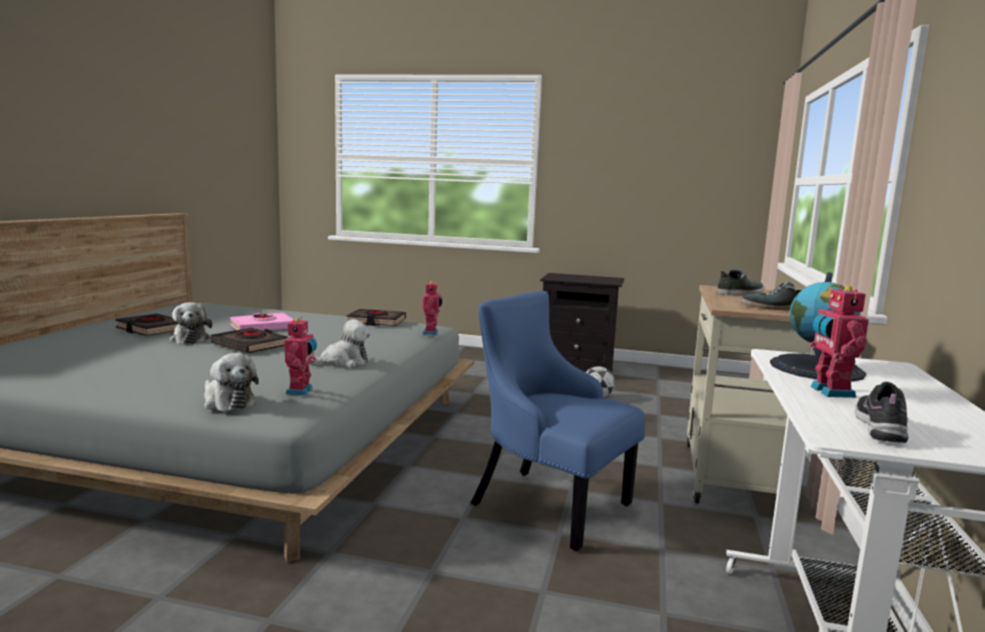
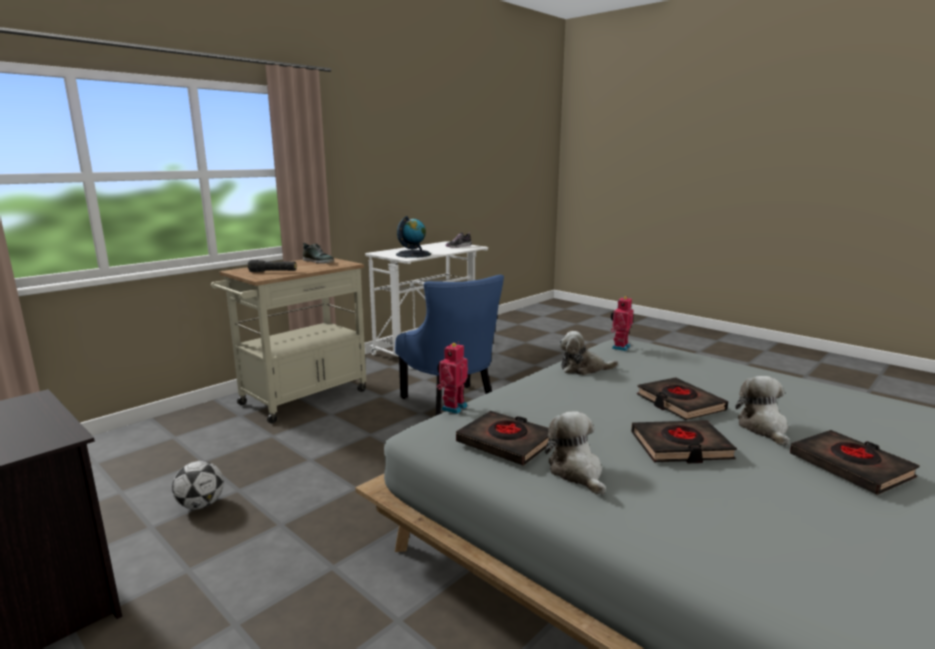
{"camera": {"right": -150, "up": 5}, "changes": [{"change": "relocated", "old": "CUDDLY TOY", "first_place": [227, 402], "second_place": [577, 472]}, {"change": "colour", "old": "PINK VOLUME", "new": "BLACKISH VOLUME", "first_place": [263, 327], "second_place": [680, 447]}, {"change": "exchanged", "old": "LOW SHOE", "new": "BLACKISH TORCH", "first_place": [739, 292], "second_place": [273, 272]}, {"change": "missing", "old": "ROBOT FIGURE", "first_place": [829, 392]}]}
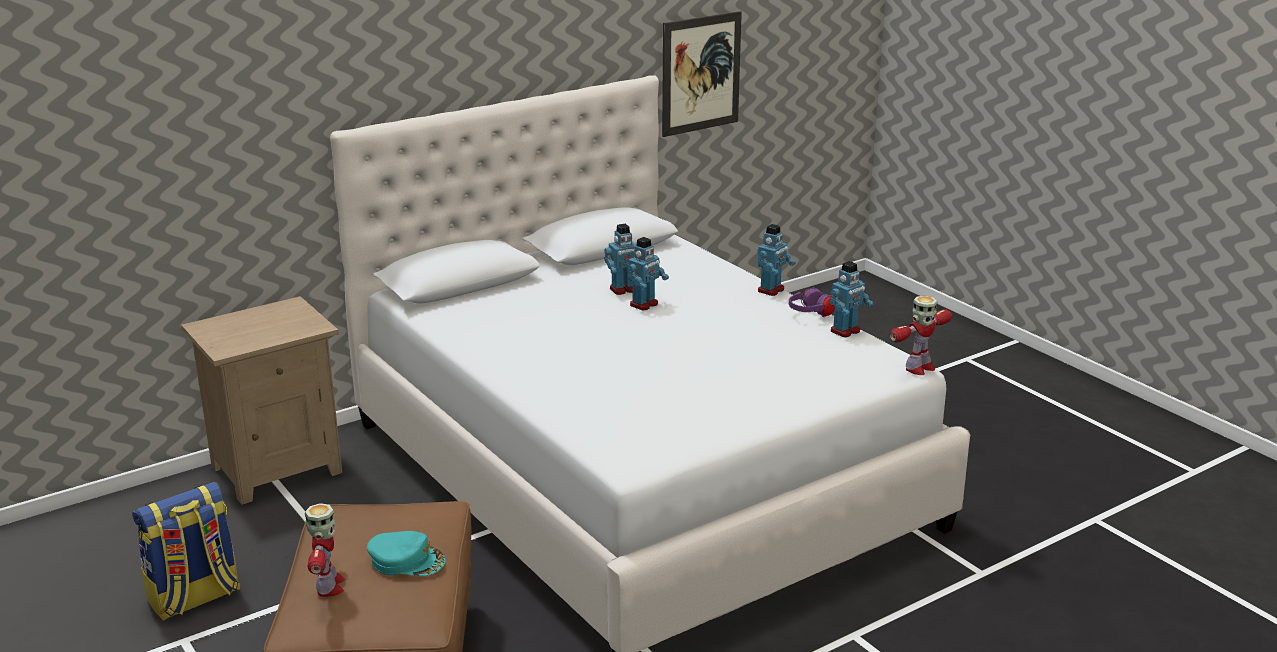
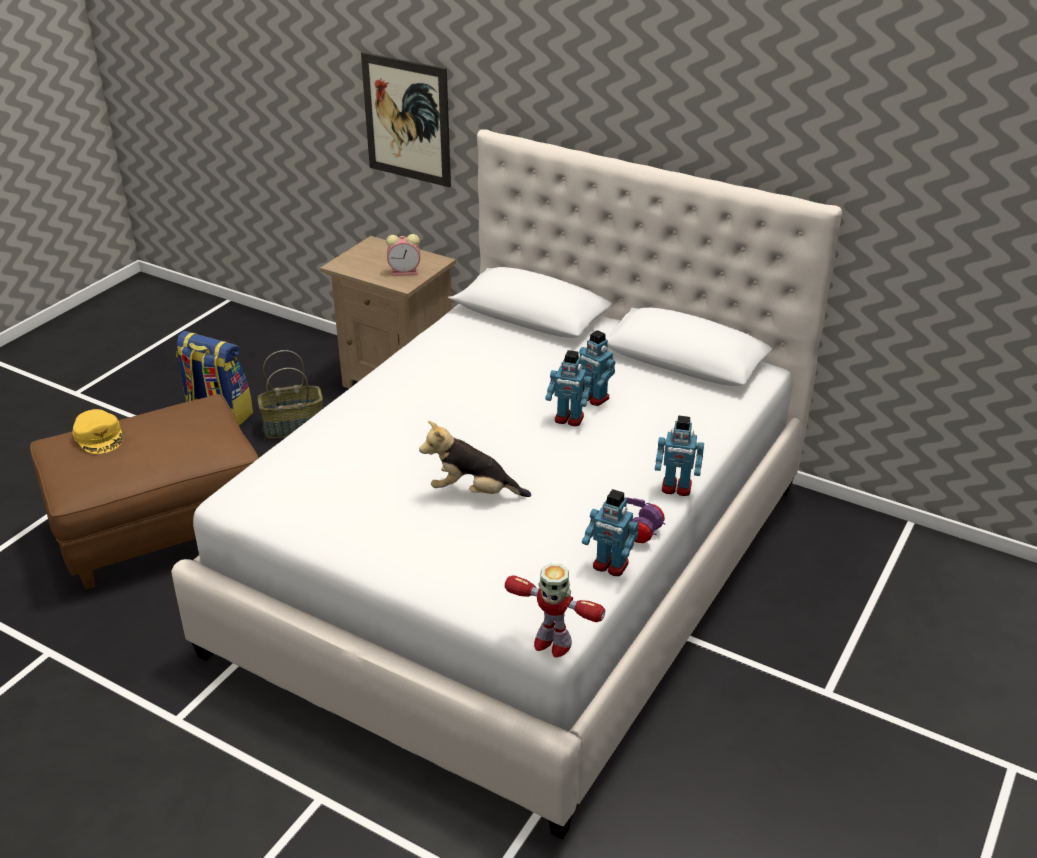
{"camera": {"right": 65, "up": 10}, "changes": [{"change": "exchanged", "old": "ROBOT FIGURE", "new": "YELLOWISH CAP", "first_place": [329, 586], "second_place": [99, 436]}, {"change": "missing", "old": "TURQUOISE CAP", "first_place": [407, 560]}, {"change": "relocated", "old": "WALL ART", "first_place": [701, 73], "second_place": [407, 120]}, {"change": "appeared", "new": "HOUSEHOLD BASKET", "second_place": [294, 426]}, {"change": "appeared", "new": "ALARM CLOCK", "second_place": [405, 272]}, {"change": "appeared", "new": "CUDDLY TOY", "second_place": [473, 492]}]}
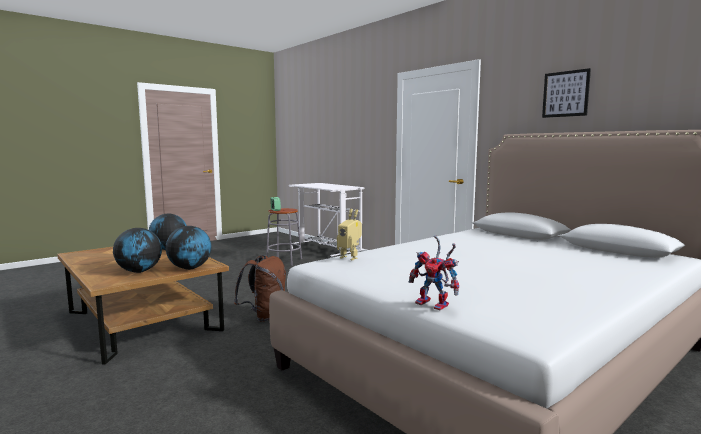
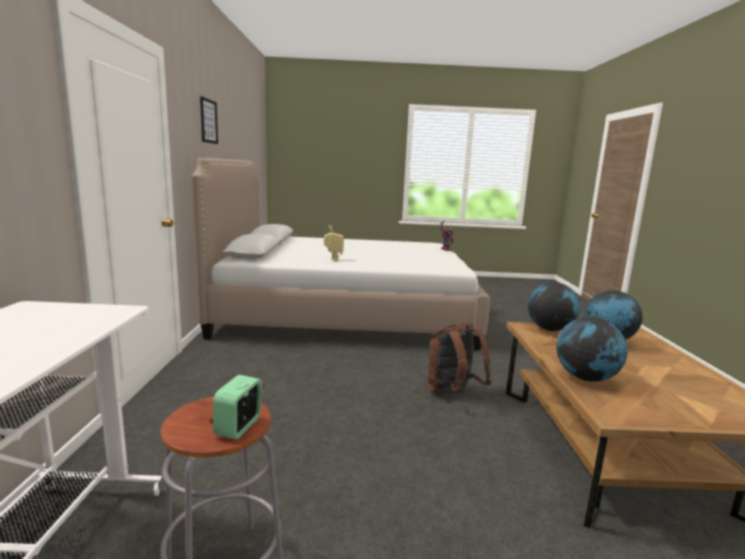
{"camera": {"right": -140, "up": 5}, "changes": [{"change": "relocated", "old": "ROBOT FIGURE", "first_place": [350, 257], "second_place": [333, 260]}]}
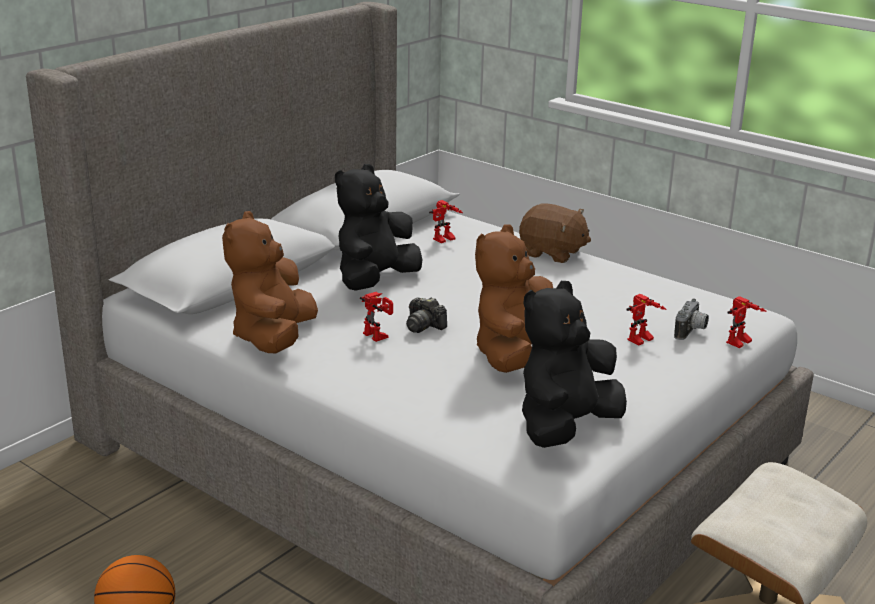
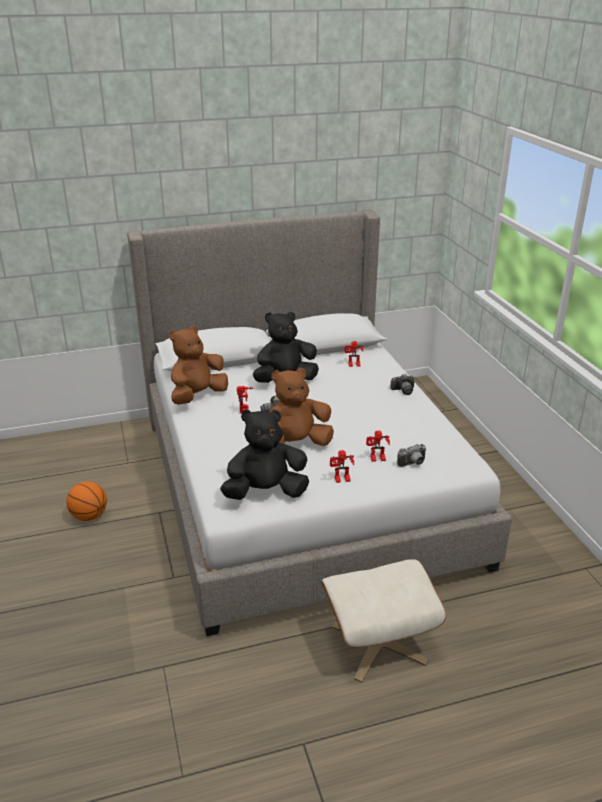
{"camera": {"right": 35, "up": 5}, "changes": [{"change": "exchanged", "old": "BROWN CUDDLY TOY", "new": "PHOTO CAMERA", "first_place": [552, 253], "second_place": [403, 390]}, {"change": "relocated", "old": "ROBOT FIGURE", "first_place": [740, 343], "second_place": [341, 480]}]}
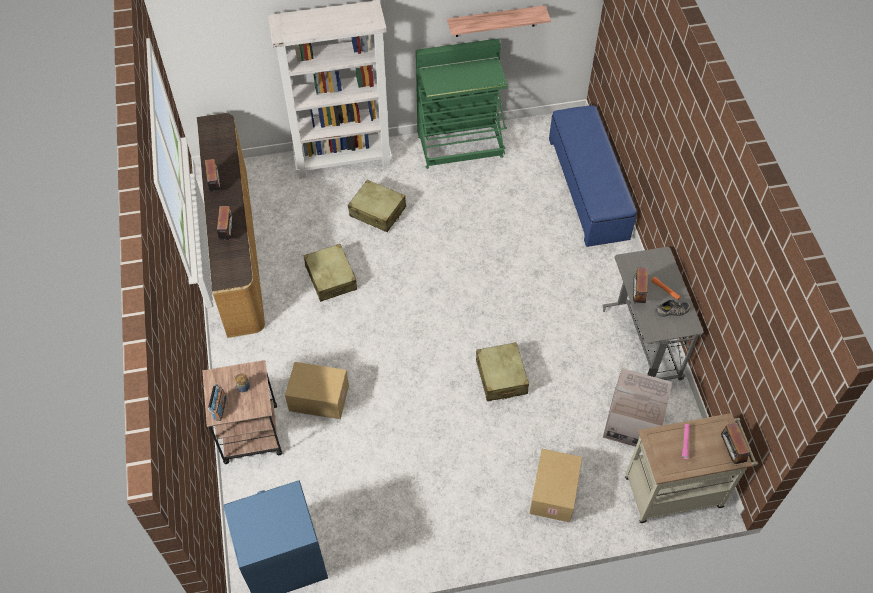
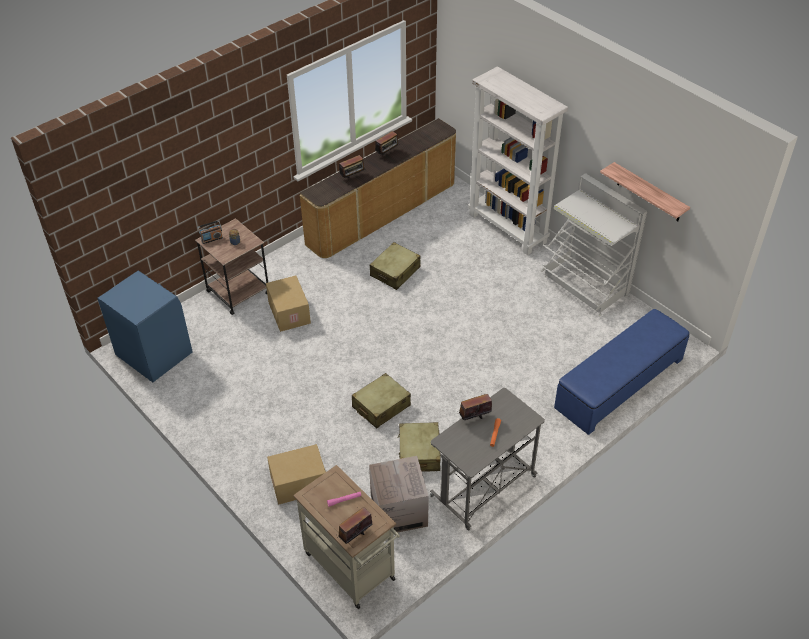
{"camera": {"right": 60, "up": -10}, "changes": [{"change": "relocated", "old": "SAND-COLOURED PIECE OF LUGGAGE", "first_place": [378, 212], "second_place": [419, 453]}, {"change": "colour", "old": "GREEN-COLOURED SHOE SHELF", "new": "WHITE SHOE SHELF", "first_place": [461, 149], "second_place": [583, 287]}, {"change": "missing", "old": "LOW SHOE", "first_place": [672, 311]}]}
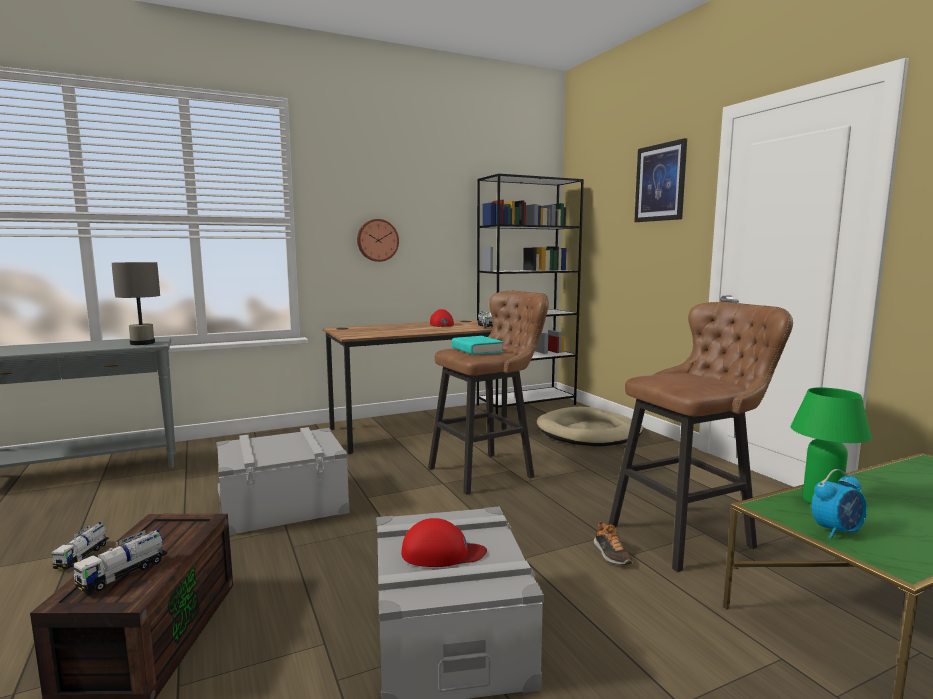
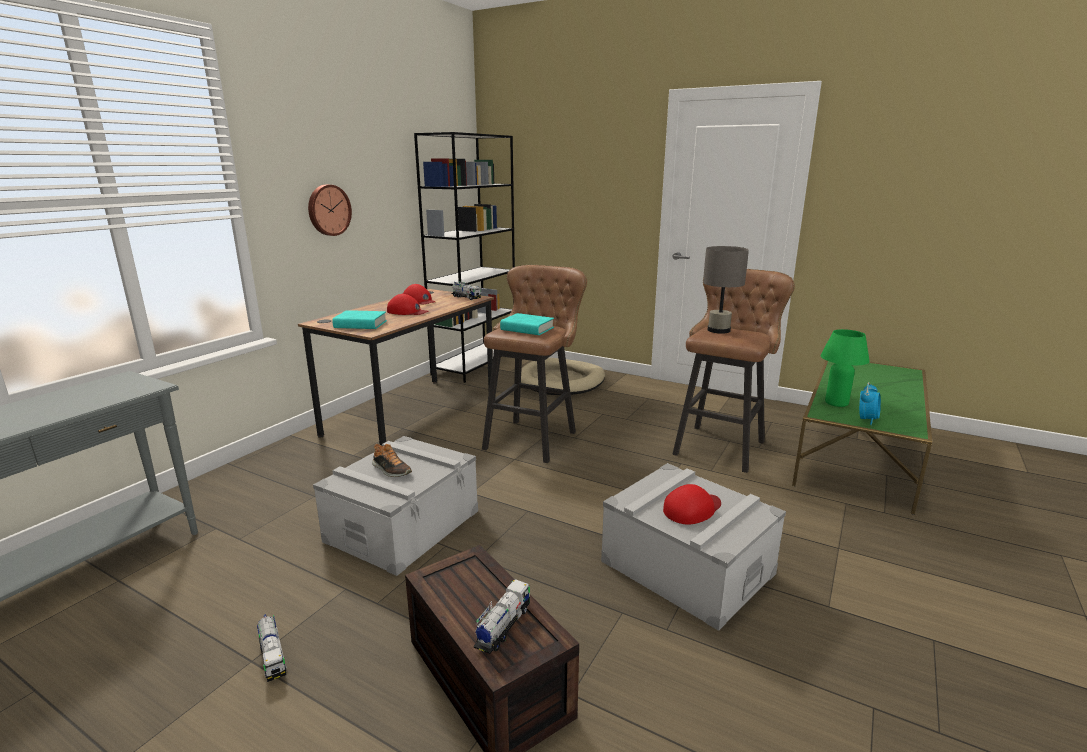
{"camera": {"right": -35, "up": 10}, "changes": [{"change": "spun", "old": "TOY TRUCK", "first_place": [123, 574], "second_place": [503, 627], "degrees": -150}, {"change": "relocated", "old": "GREYISH LAMP FOR A TABLE", "first_place": [143, 343], "second_place": [719, 330]}, {"change": "relocated", "old": "LOW SHOE", "first_place": [611, 554], "second_place": [391, 470]}, {"change": "missing", "old": "WALL ART", "first_place": [660, 182]}, {"change": "appeared", "new": "TURQUOISE VOLUME", "second_place": [360, 324]}, {"change": "appeared", "new": "RED CAP", "second_place": [407, 311]}]}
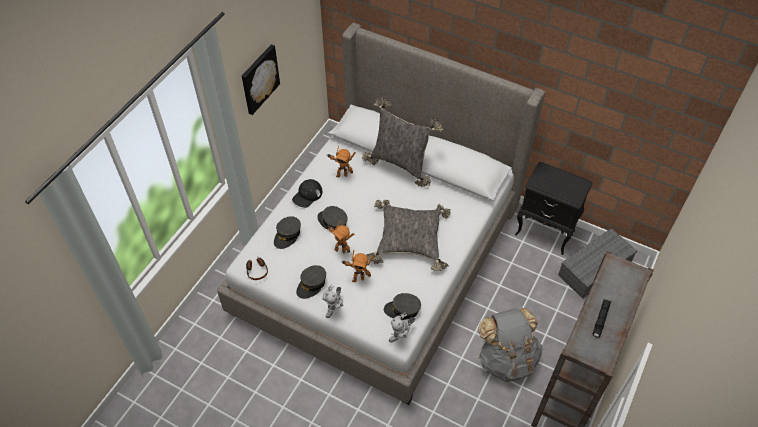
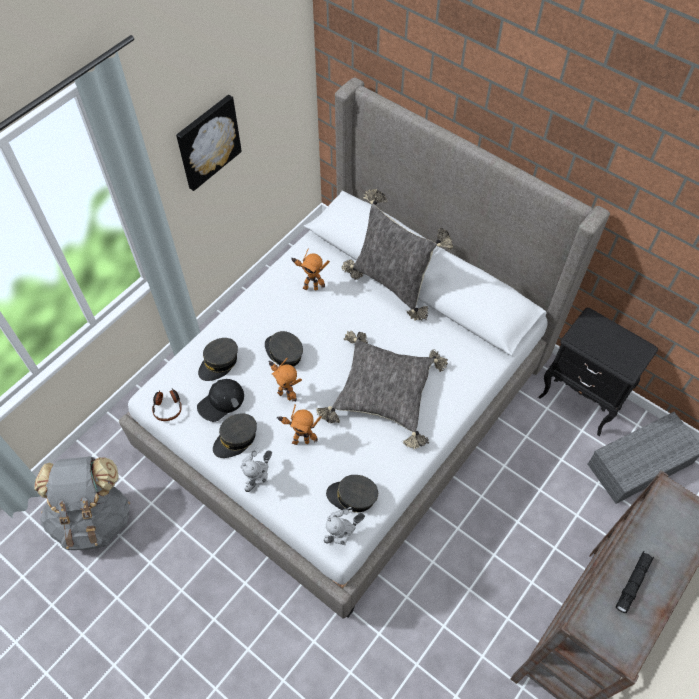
{"camera": {"right": 10, "up": 5}, "changes": [{"change": "relocated", "old": "BLACKISH CAP", "first_place": [307, 195], "second_place": [221, 401]}, {"change": "relocated", "old": "GREYISH BACKPACK", "first_place": [507, 359], "second_place": [93, 518]}]}
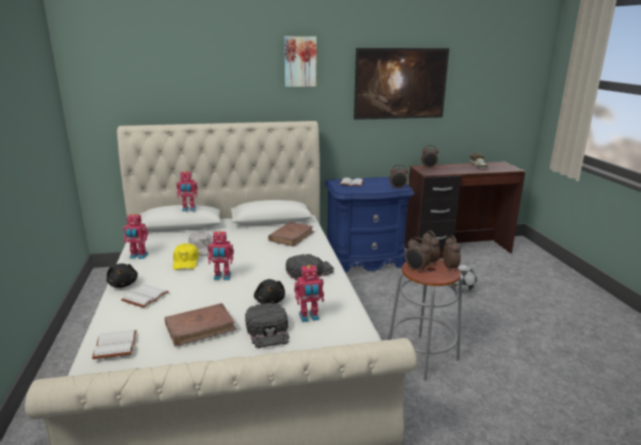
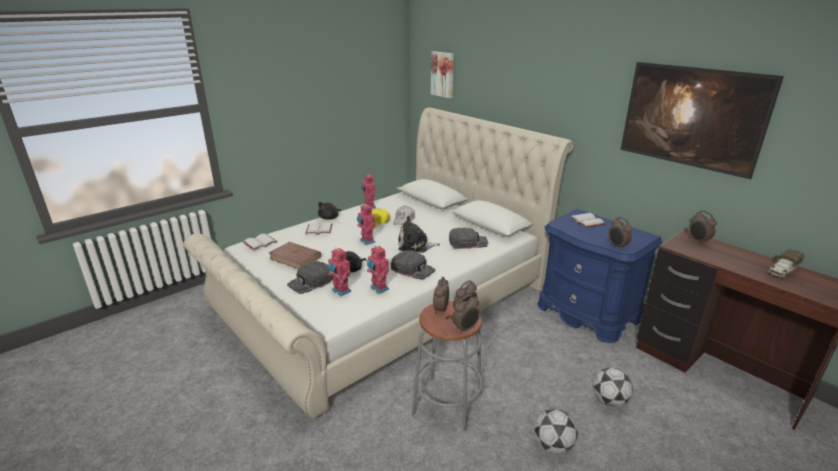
{"camera": {"right": 60, "up": 5}, "changes": [{"change": "relocated", "old": "ROBOT FIGURE", "first_place": [189, 209], "second_place": [378, 289]}, {"change": "exchanged", "old": "BROWN VOLUME", "new": "BLACKISH CAP", "first_place": [291, 236], "second_place": [468, 242]}, {"change": "relocated", "old": "WALL ART", "first_place": [300, 61], "second_place": [443, 74]}, {"change": "appeared", "new": "CUDDLY TOY", "second_place": [415, 246]}, {"change": "appeared", "new": "FOOTBALL", "second_place": [553, 446]}]}
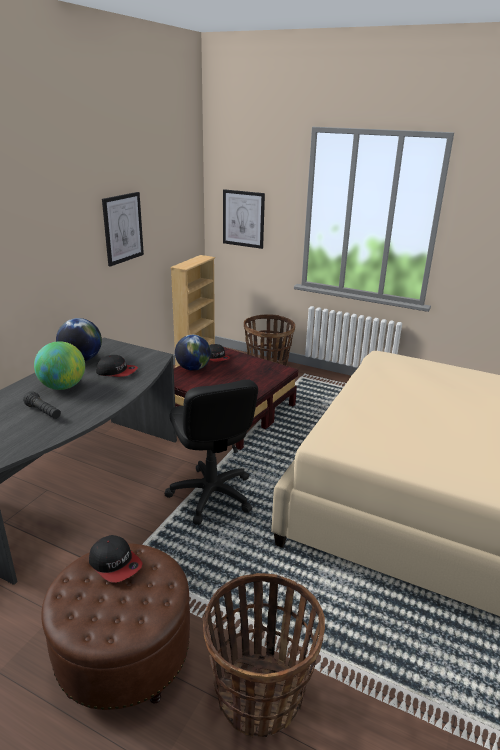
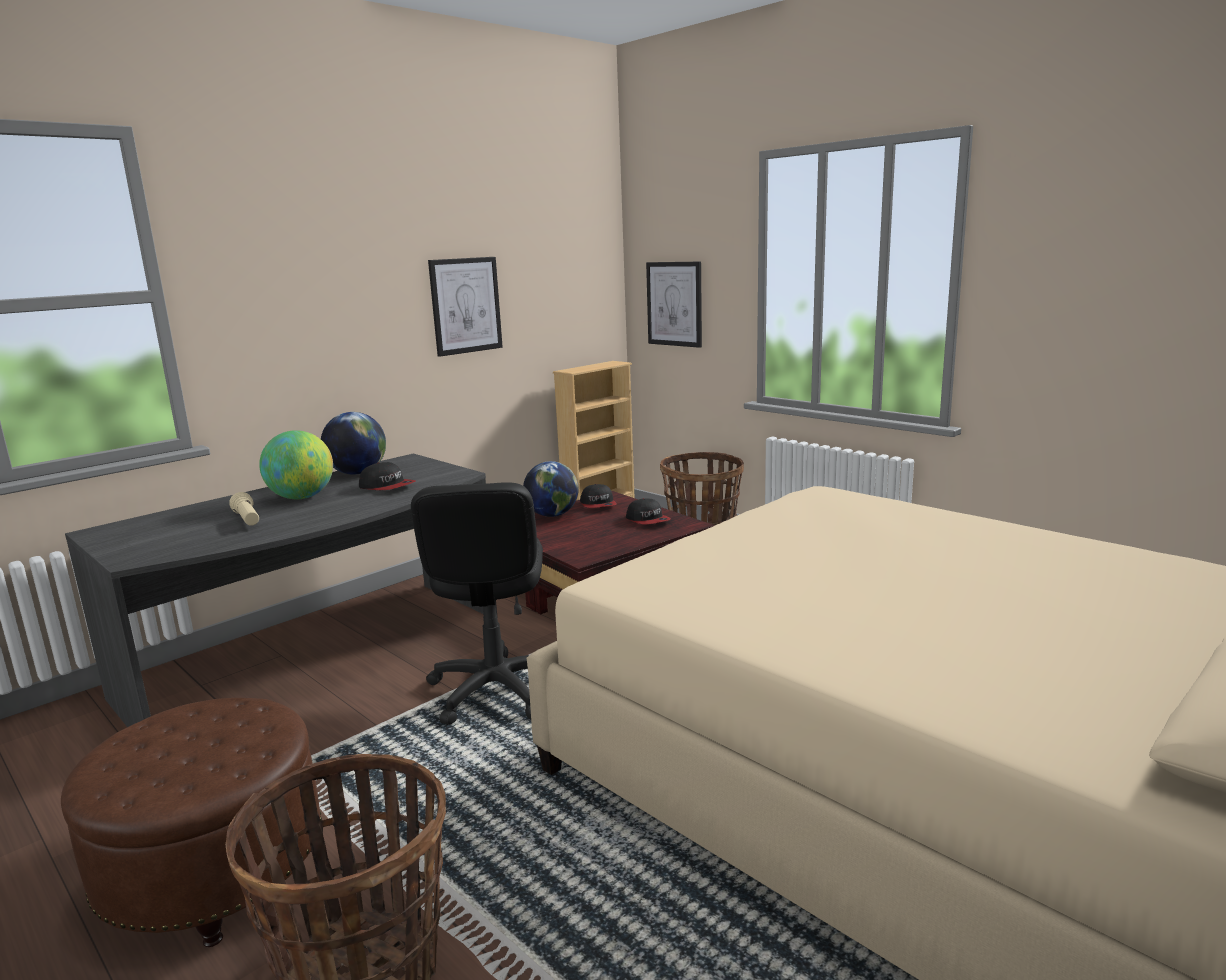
{"camera": {"right": 20, "up": -10}, "changes": [{"change": "colour", "old": "BLACKISH TORCH", "new": "SAND-COLOURED TORCH", "first_place": [44, 412], "second_place": [247, 520]}, {"change": "relocated", "old": "CAP", "first_place": [115, 563], "second_place": [648, 520]}]}
